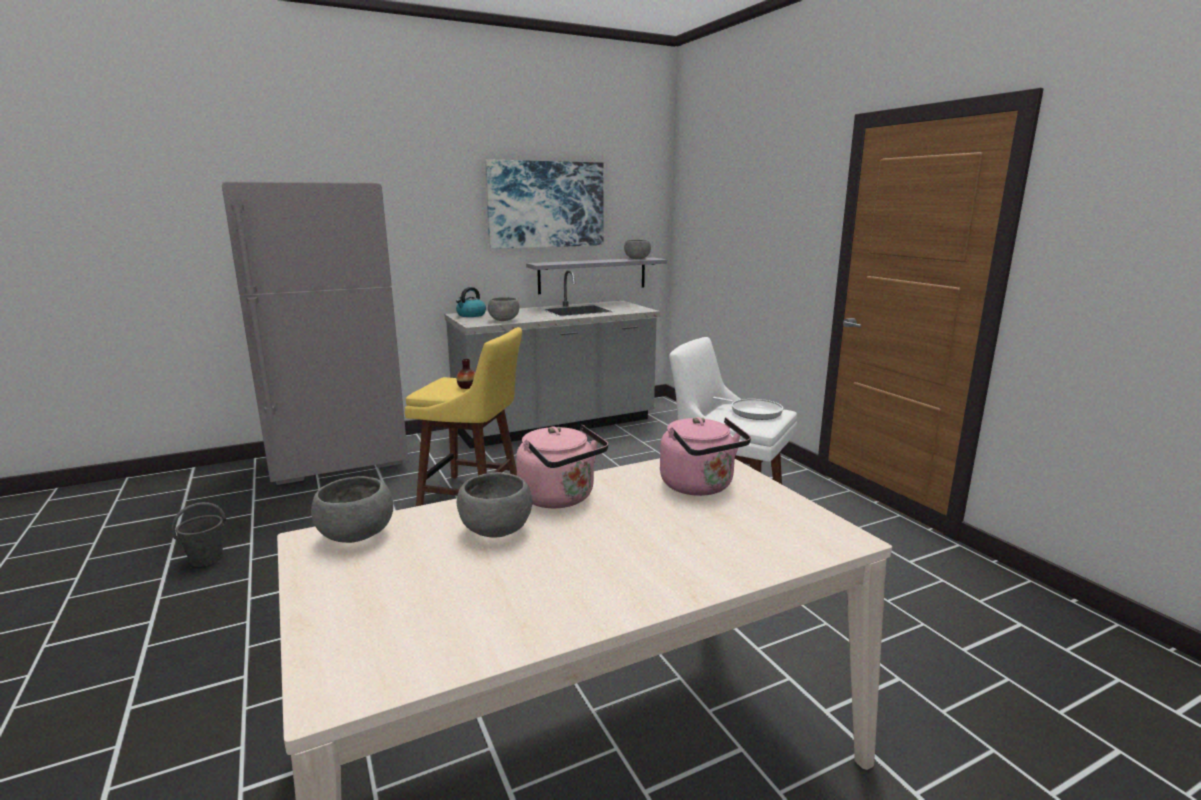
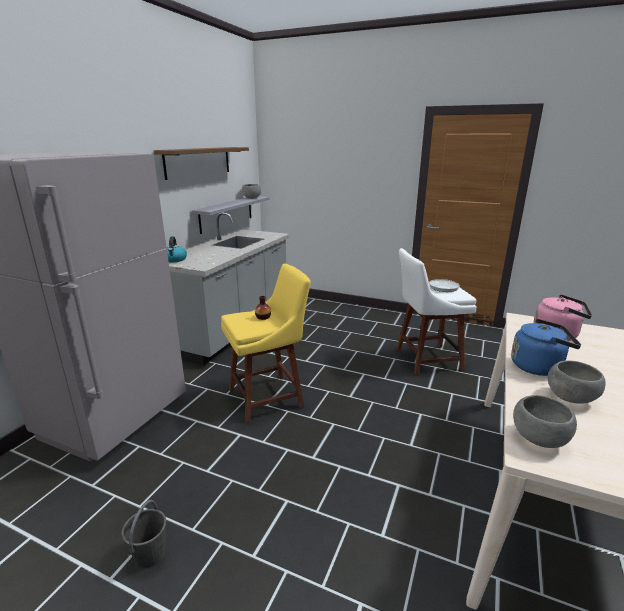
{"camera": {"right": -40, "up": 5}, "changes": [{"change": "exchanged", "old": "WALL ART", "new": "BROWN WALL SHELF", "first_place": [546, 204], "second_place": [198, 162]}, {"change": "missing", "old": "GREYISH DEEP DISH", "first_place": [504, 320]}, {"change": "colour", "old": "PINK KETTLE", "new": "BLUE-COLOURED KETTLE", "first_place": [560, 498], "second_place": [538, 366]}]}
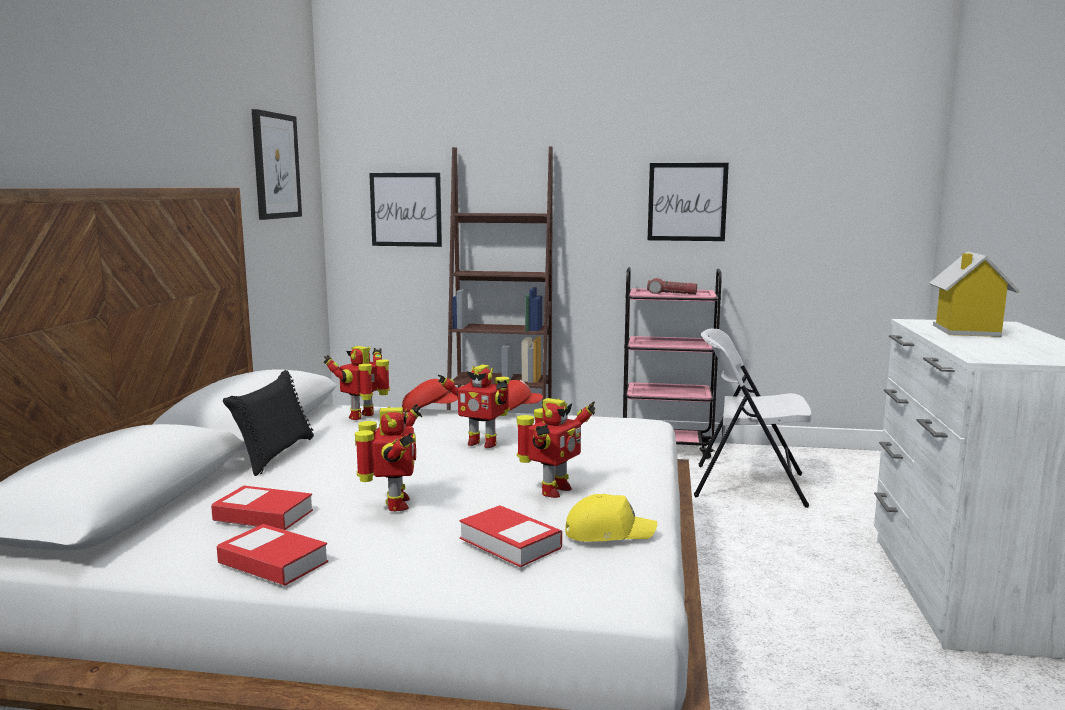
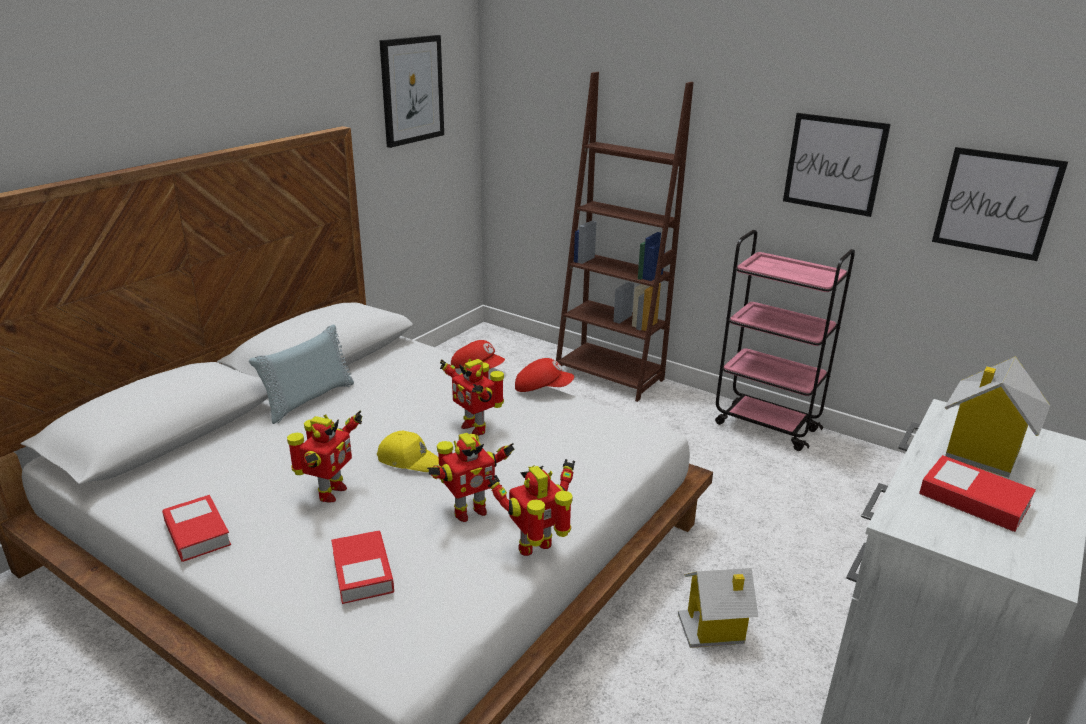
{"camera": {"right": 25, "up": 15}, "changes": [{"change": "relocated", "old": "VOLUME", "first_place": [263, 515], "second_place": [973, 500]}, {"change": "colour", "old": "BLACKISH THROW PILLOW", "new": "BLUE-COLOURED THROW PILLOW", "first_place": [275, 455], "second_place": [308, 400]}, {"change": "relocated", "old": "ROBOT FIGURE", "first_place": [364, 416], "second_place": [537, 548]}, {"change": "relocated", "old": "WALL ART", "first_place": [406, 209], "second_place": [996, 203]}, {"change": "relocated", "old": "YELLOWISH CAP", "first_place": [608, 532], "second_place": [409, 459]}, {"change": "missing", "old": "TORCH", "first_place": [671, 294]}, {"change": "missing", "old": "WHITE CHAIR", "first_place": [749, 485]}, {"change": "appeared", "new": "MODEL HOUSE", "second_place": [714, 629]}]}
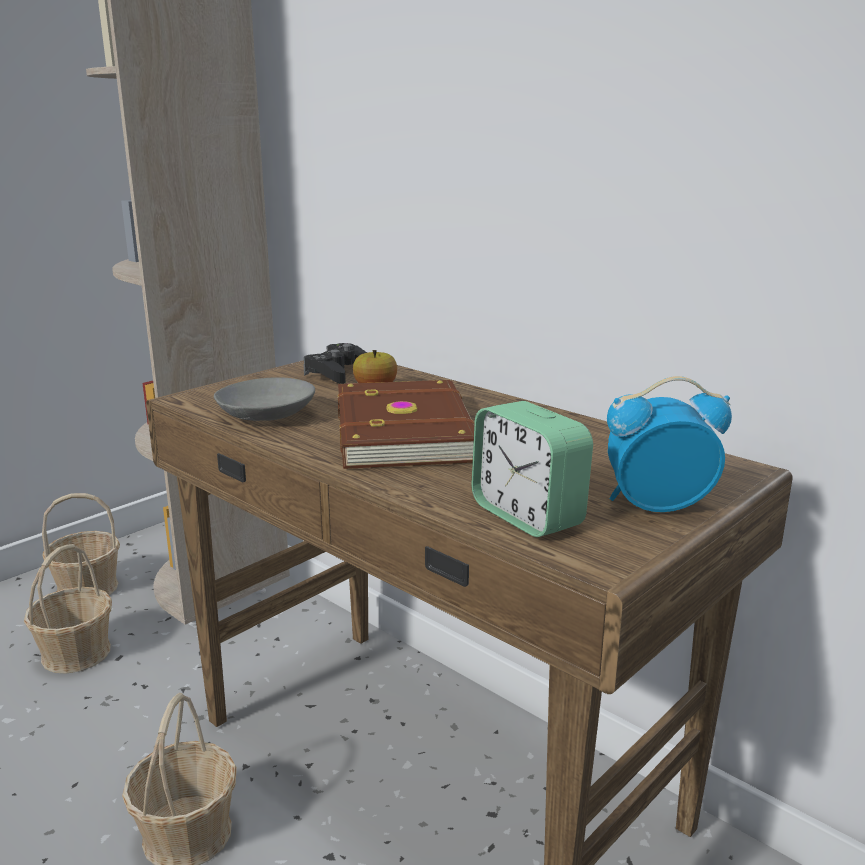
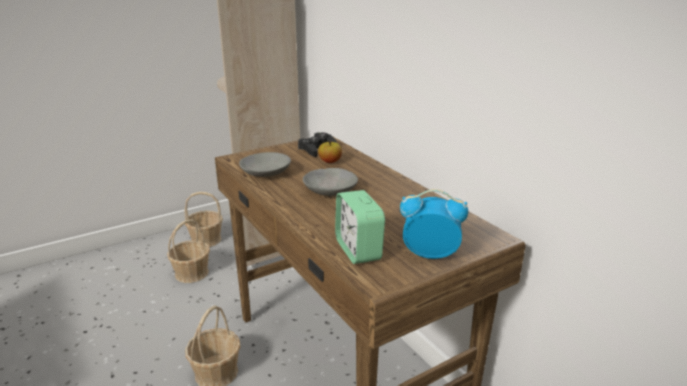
{"camera": {"right": 15, "up": 5}, "changes": [{"change": "exchanged", "old": "BROWN VOLUME", "new": "GREYISH DEEP DISH", "first_place": [408, 431], "second_place": [330, 190]}]}
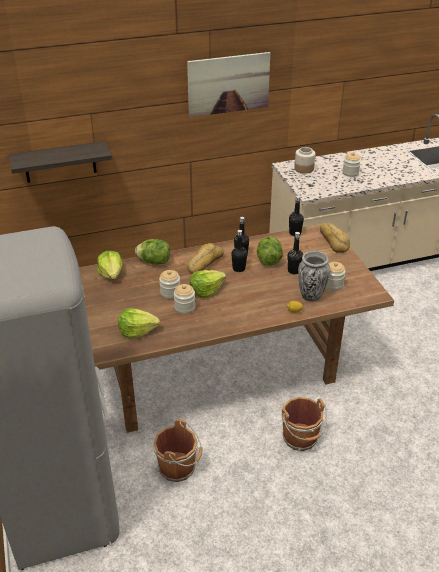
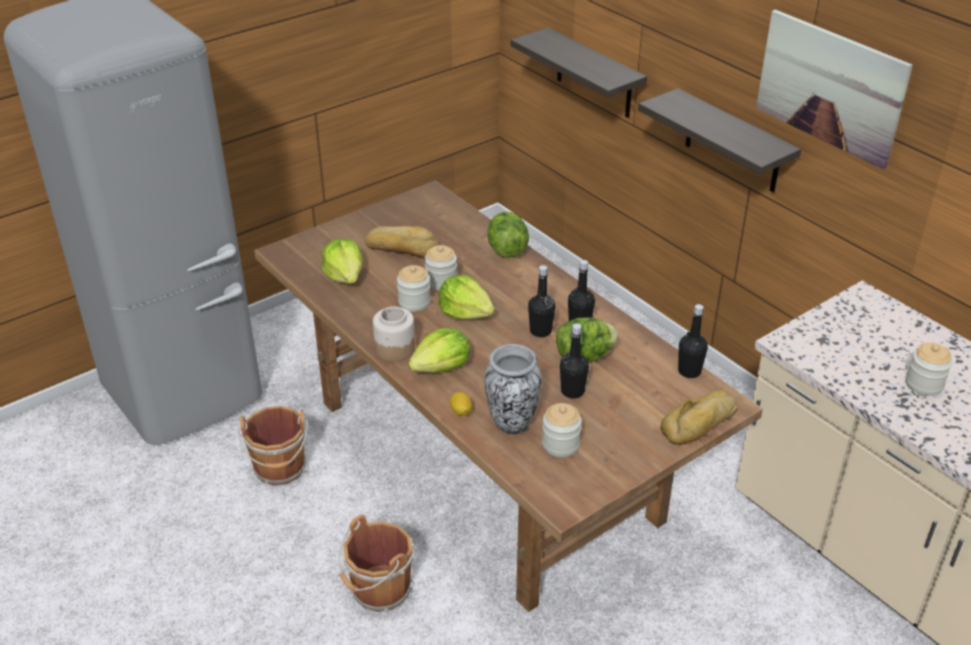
{"camera": {"right": 70, "up": 0}, "changes": [{"change": "relocated", "old": "LETTUCE", "first_place": [111, 273], "second_place": [442, 367]}, {"change": "relocated", "old": "BREAD", "first_place": [204, 262], "second_place": [402, 248]}, {"change": "relocated", "old": "JAR", "first_place": [303, 169], "second_place": [394, 348]}, {"change": "appeared", "new": "WALL SHELF", "second_place": [732, 142]}]}
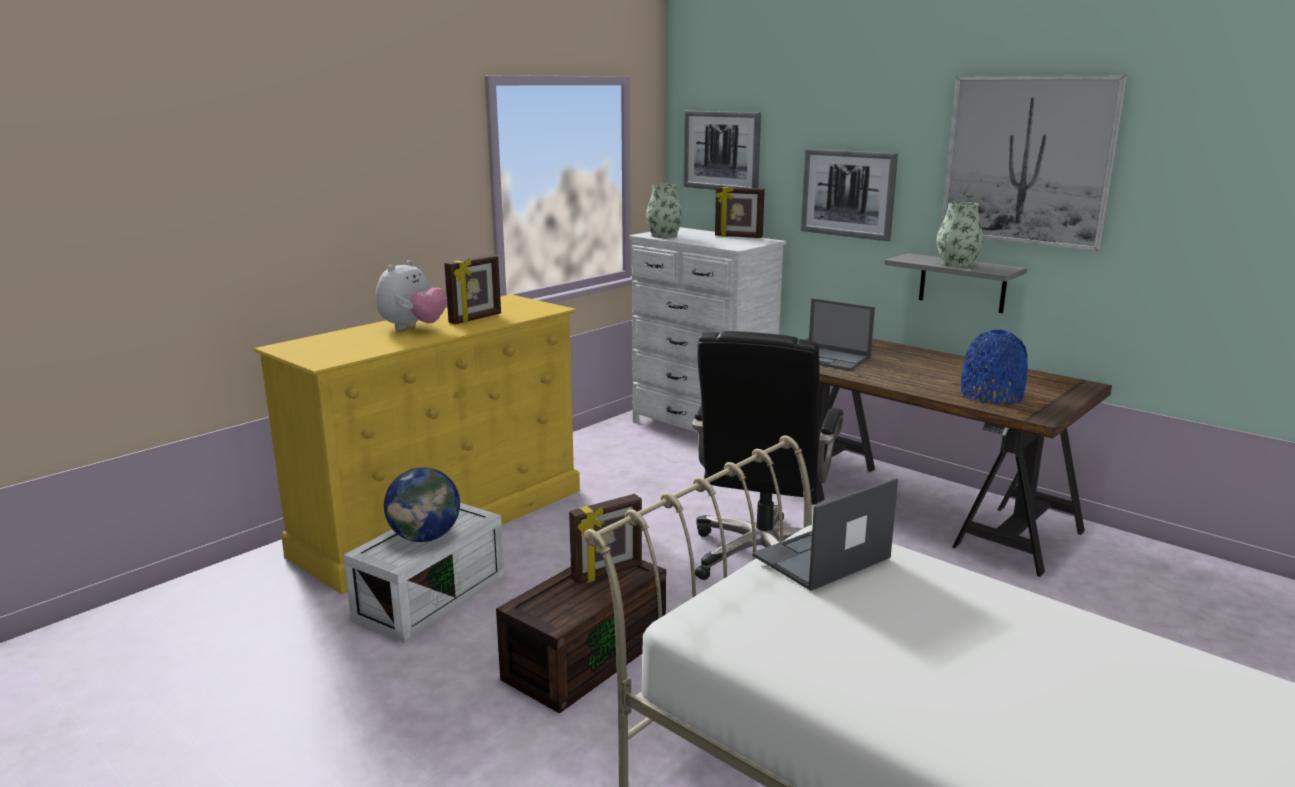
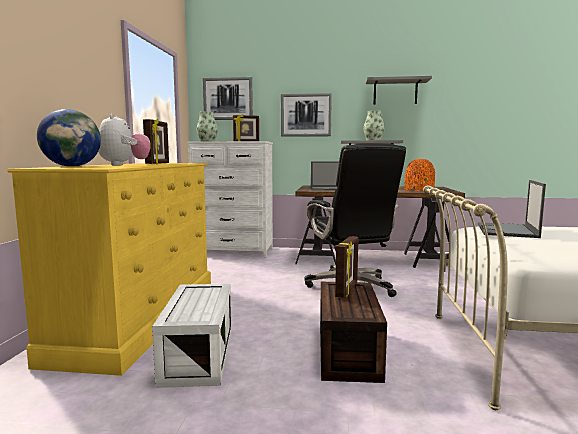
{"camera": {"right": -35, "up": -10}, "changes": [{"change": "relocated", "old": "GLOBE", "first_place": [425, 537], "second_place": [72, 166]}, {"change": "exchanged", "old": "WALL ART", "new": "GREYISH WALL SHELF", "first_place": [1027, 160], "second_place": [395, 92]}, {"change": "colour", "old": "BLUE-COLOURED VASE", "new": "ORANGEY VASE", "first_place": [991, 395], "second_place": [419, 190]}]}
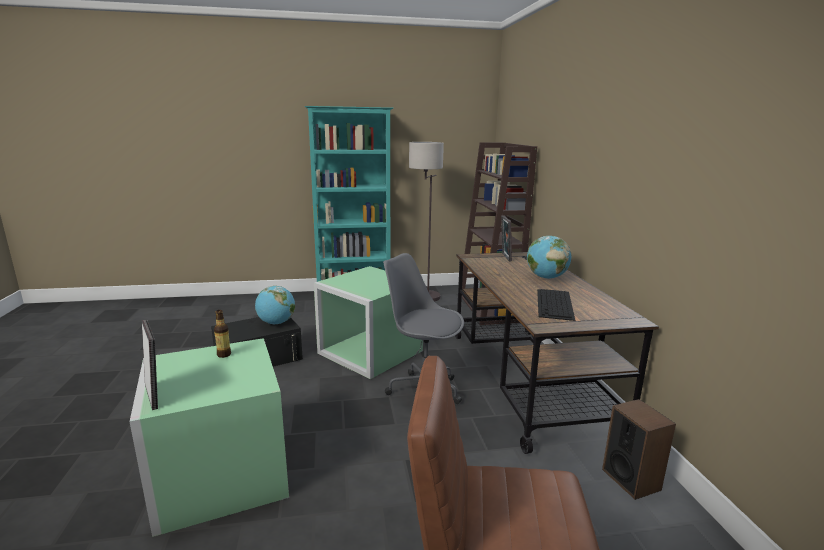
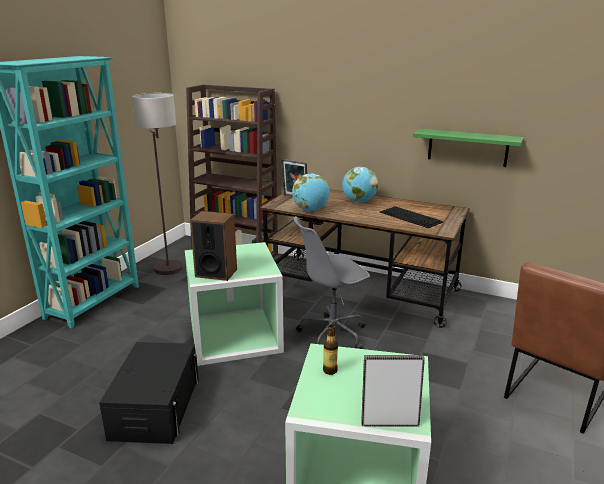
{"camera": {"right": -55, "up": 5}, "changes": [{"change": "relocated", "old": "GLOBE", "first_place": [276, 323], "second_place": [310, 210]}, {"change": "relocated", "old": "AUDIO SPEAKER", "first_place": [631, 479], "second_place": [216, 273]}, {"change": "appeared", "new": "GREEN-COLOURED WALL SHELF", "second_place": [467, 147]}]}
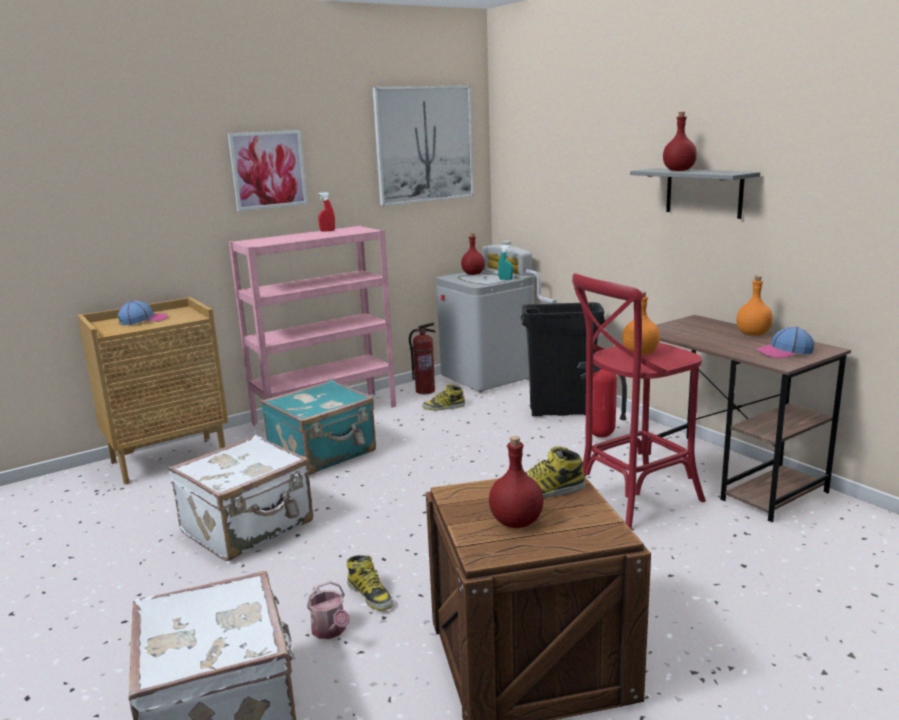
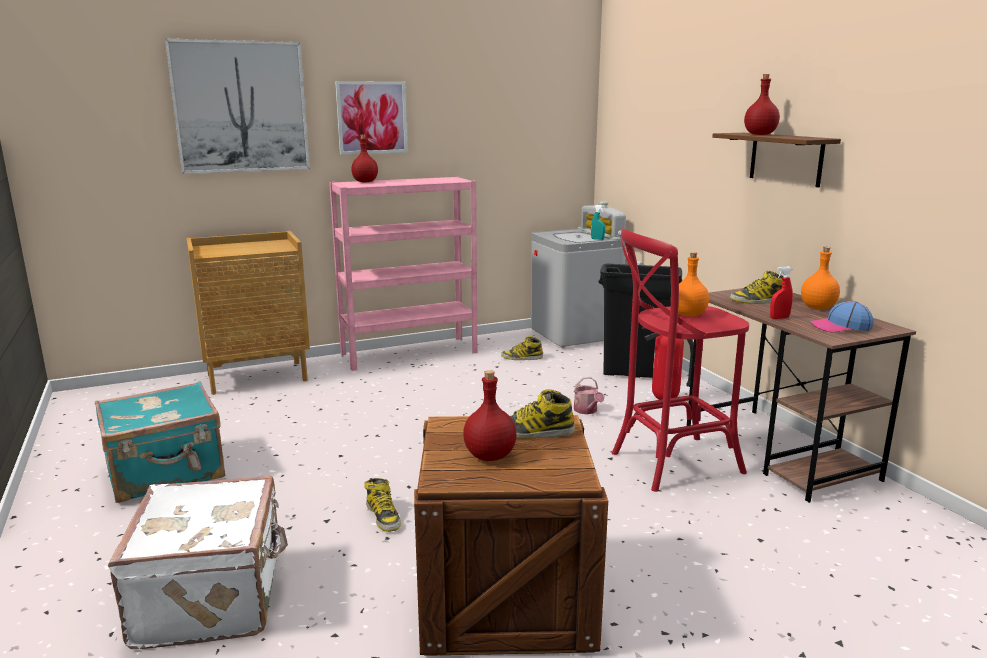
{"camera": {"right": 10, "up": 0}, "changes": [{"change": "missing", "old": "CAP", "first_place": [143, 320]}, {"change": "missing", "old": "WHITE PIECE OF LUGGAGE", "first_place": [249, 528]}, {"change": "relocated", "old": "TURQUOISE PIECE OF LUGGAGE", "first_place": [323, 454], "second_place": [167, 473]}, {"change": "relocated", "old": "SPRINKLING CAN", "first_place": [330, 631], "second_place": [587, 411]}, {"change": "relocated", "old": "RED SPRAYER", "first_place": [327, 231], "second_place": [779, 318]}, {"change": "relocated", "old": "WALL ART", "first_place": [424, 144], "second_place": [241, 107]}, {"change": "missing", "old": "FIRE EXTINGUISHER", "first_place": [425, 391]}, {"change": "relocated", "old": "RED BEVERAGE BOTTLE", "first_place": [473, 274], "second_place": [365, 182]}, {"change": "colour", "old": "GREYISH WALL SHELF", "new": "BROWN WALL SHELF", "first_place": [703, 192], "second_place": [786, 159]}, {"change": "appeared", "new": "BOOT", "second_place": [758, 301]}]}
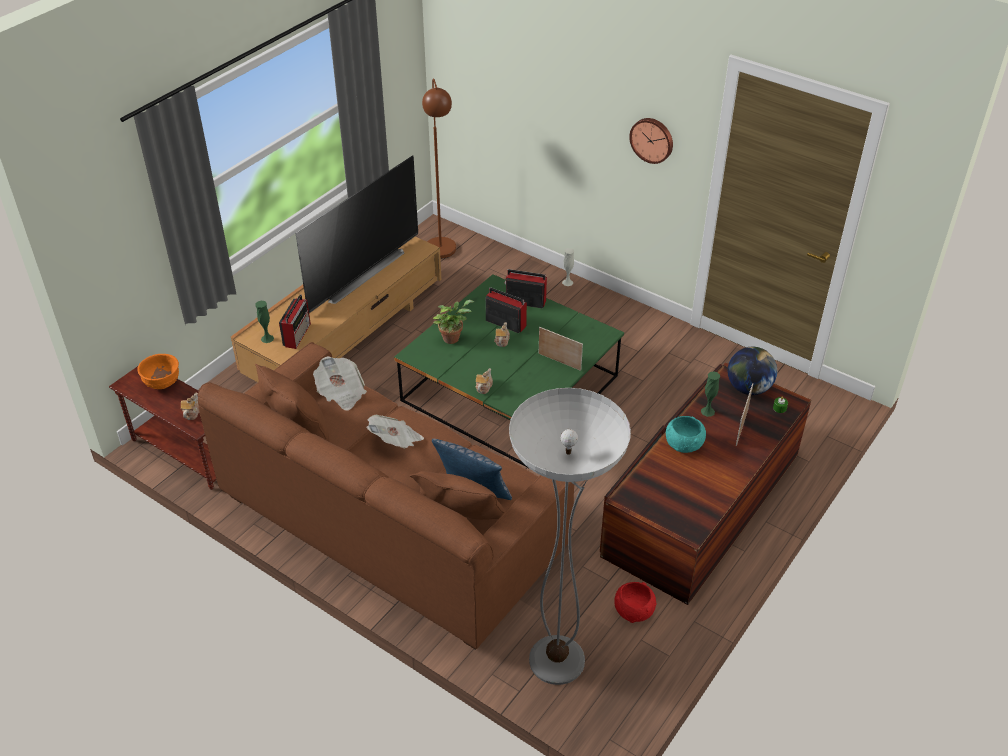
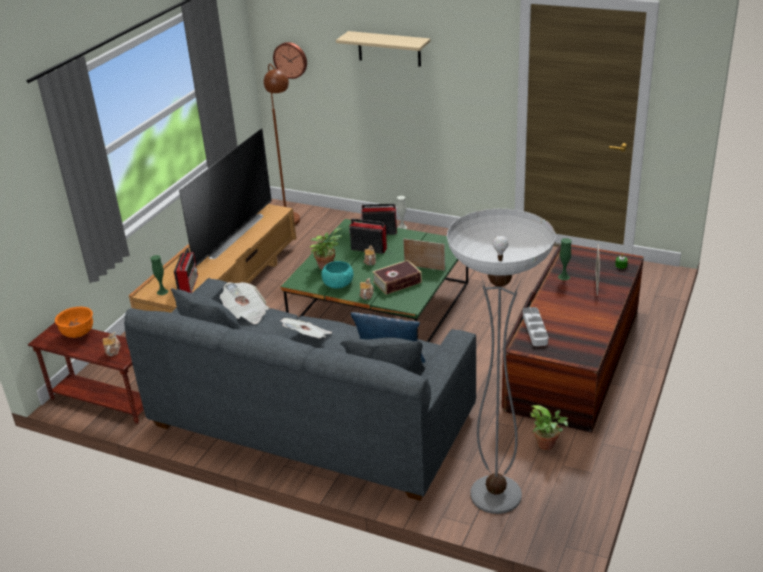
{"camera": {"right": -10, "up": -10}, "changes": [{"change": "colour", "old": "BROWN SETTEE", "new": "GREYISH SETTEE", "first_place": [392, 522], "second_place": [312, 419]}, {"change": "exchanged", "old": "RED DEEP DISH", "new": "PLANT IN A POT", "first_place": [634, 610], "second_place": [548, 445]}, {"change": "relocated", "old": "CLOCK ON THE WALL", "first_place": [652, 139], "second_place": [291, 59]}, {"change": "relocated", "old": "TURQUOISE DEEP DISH", "first_place": [684, 444], "second_place": [338, 284]}, {"change": "missing", "old": "GLOBE", "first_place": [748, 388]}, {"change": "appeared", "new": "SAND-COLOURED WALL SHELF", "second_place": [389, 49]}, {"change": "appeared", "new": "VOLUME", "second_place": [397, 282]}, {"change": "appeared", "new": "GREYISH SERVING TRAY", "second_place": [535, 329]}]}
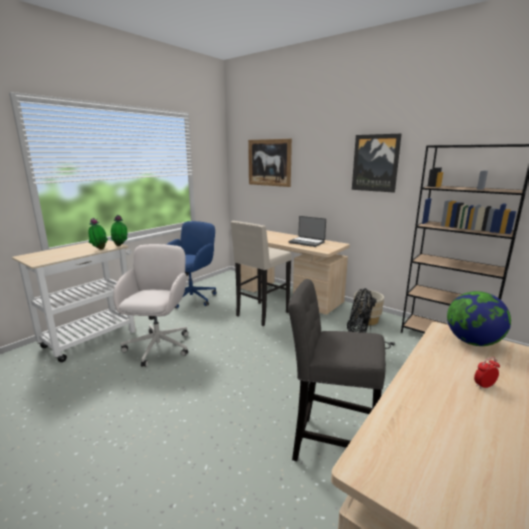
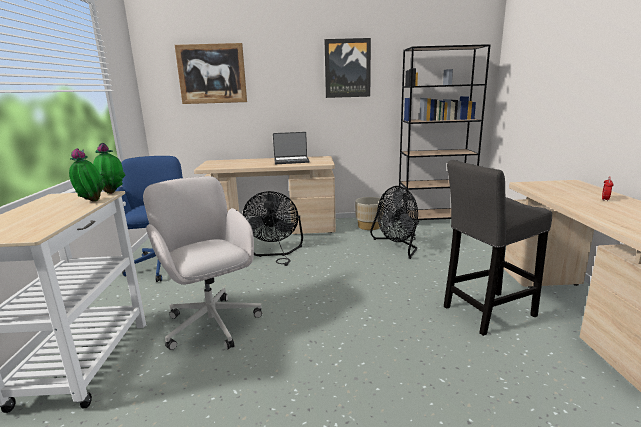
{"camera": {"right": -40, "up": 0}, "changes": [{"change": "exchanged", "old": "SAND-COLOURED STOOL", "new": "BLACKISH FAN", "first_place": [261, 314], "second_place": [274, 252]}, {"change": "missing", "old": "GLOBE", "first_place": [472, 342]}]}
